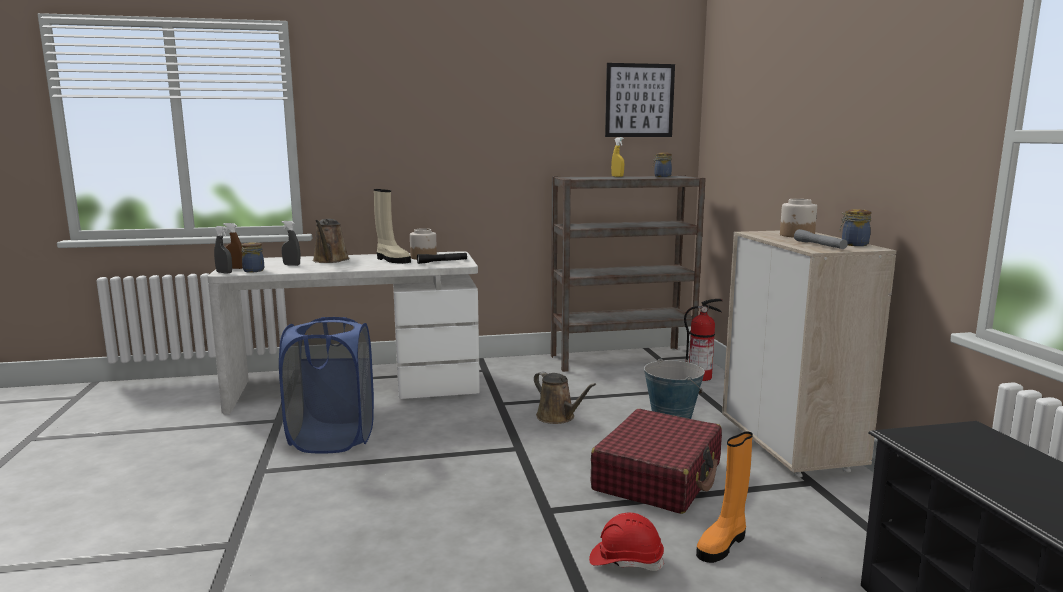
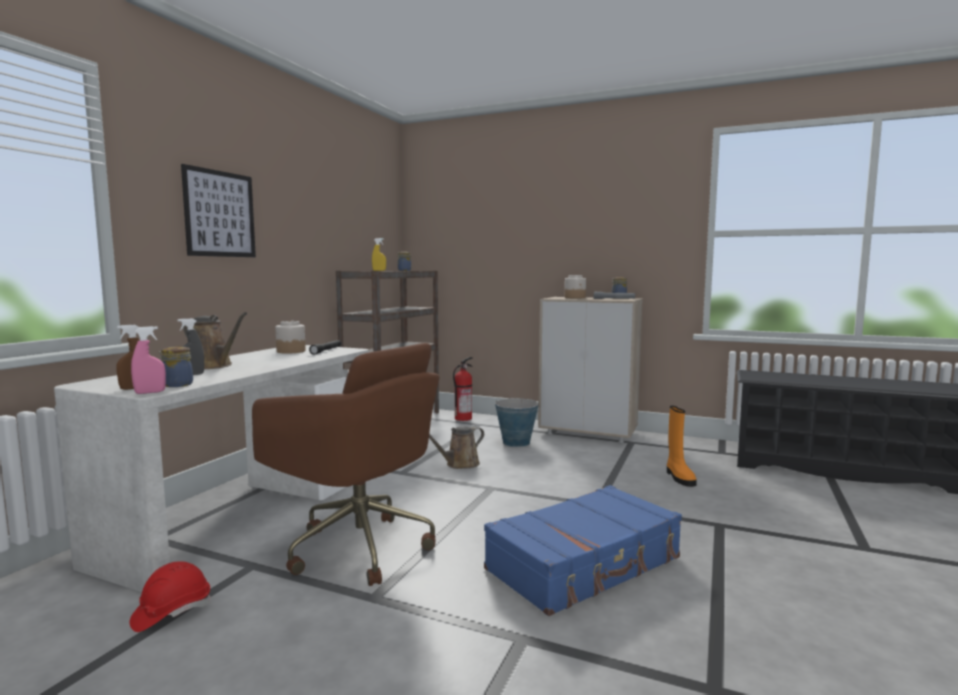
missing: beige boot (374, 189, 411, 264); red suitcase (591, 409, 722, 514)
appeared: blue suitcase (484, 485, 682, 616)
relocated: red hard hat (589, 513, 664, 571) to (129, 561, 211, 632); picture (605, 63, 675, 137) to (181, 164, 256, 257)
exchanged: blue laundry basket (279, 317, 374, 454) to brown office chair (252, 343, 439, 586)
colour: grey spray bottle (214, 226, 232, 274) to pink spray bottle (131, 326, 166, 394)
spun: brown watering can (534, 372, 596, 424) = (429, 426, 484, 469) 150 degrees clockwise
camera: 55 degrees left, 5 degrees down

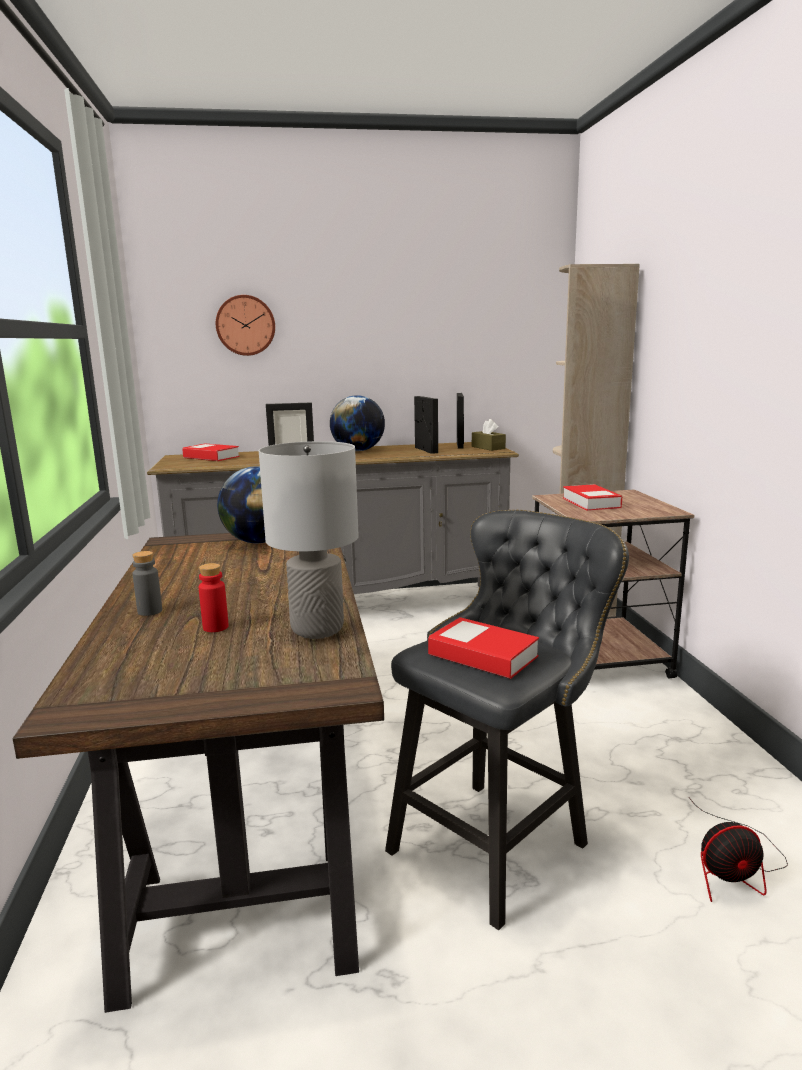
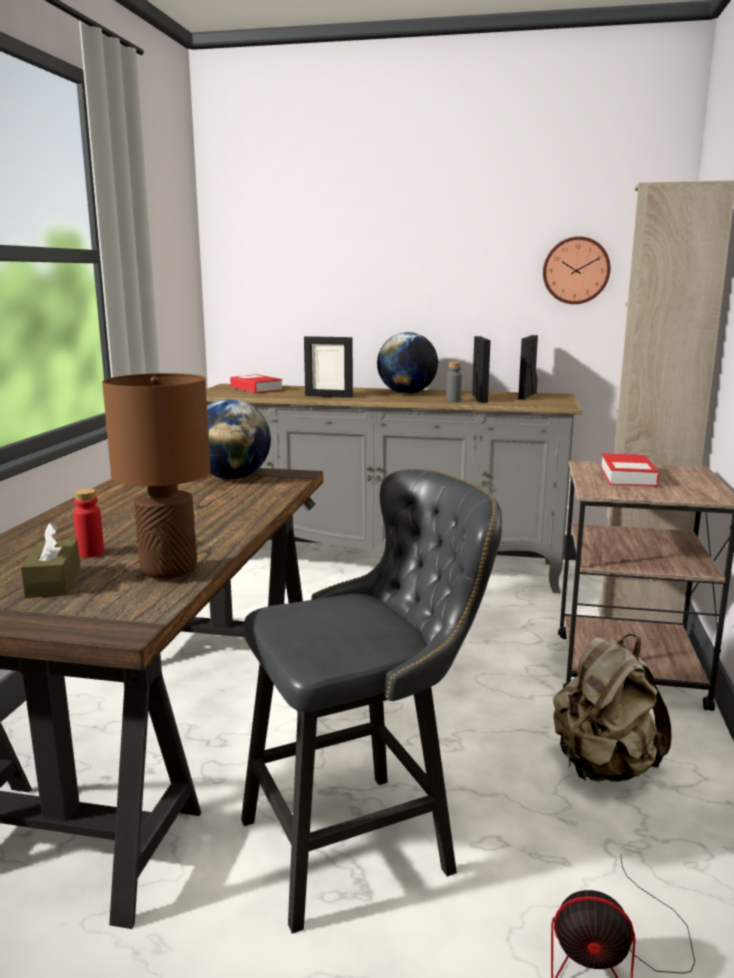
missing: book (428, 617, 539, 679)
appeared: beige backpack (553, 634, 672, 782)
relocated: grey bottle (132, 551, 162, 616) to (446, 362, 462, 402); wall clock (216, 295, 275, 356) to (543, 236, 611, 304); brown tissue box (472, 419, 506, 451) to (20, 523, 80, 598)
colour: grey table lamp (259, 441, 359, 639) to brown table lamp (102, 373, 211, 579)
camera: 20 degrees right, 0 degrees up

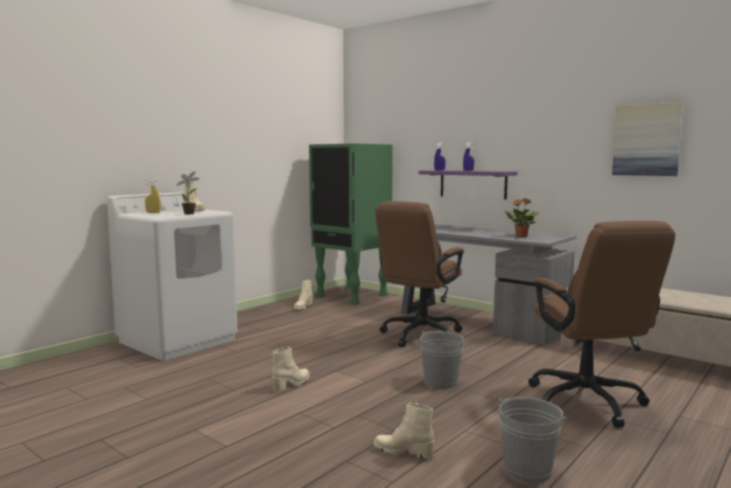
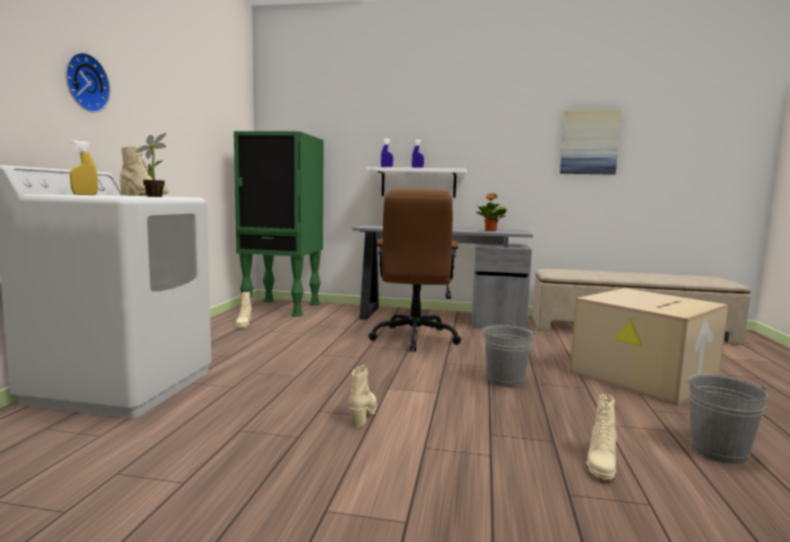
appeared: wall clock (65, 52, 110, 113)
exchanged: brown office chair (528, 221, 675, 428) to cardboard box (570, 288, 729, 406)
colour: purple shelf (418, 170, 517, 200) to white shelf (366, 167, 467, 198)
spun: beige boot (374, 402, 434, 459) = (586, 394, 617, 480) 60 degrees counterclockwise
camera: 30 degrees left, 0 degrees up

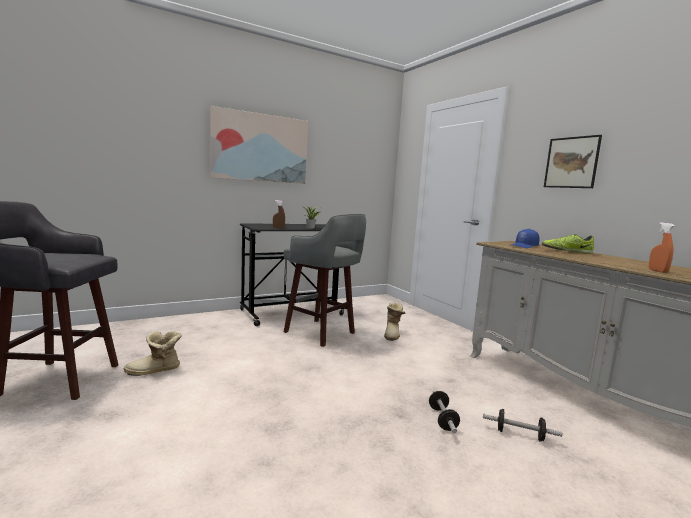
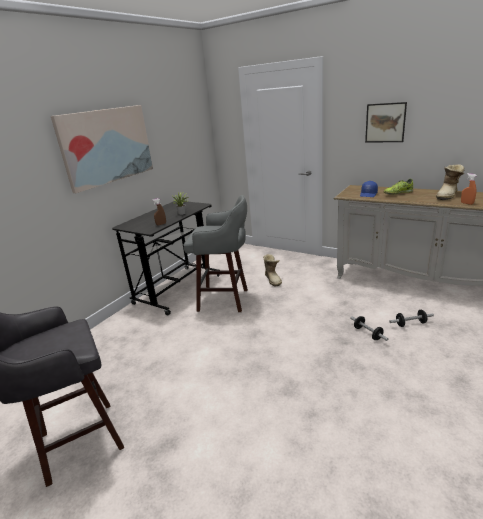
relocated: boot (124, 331, 182, 376) to (436, 164, 464, 200)
camera: 25 degrees left, 15 degrees up

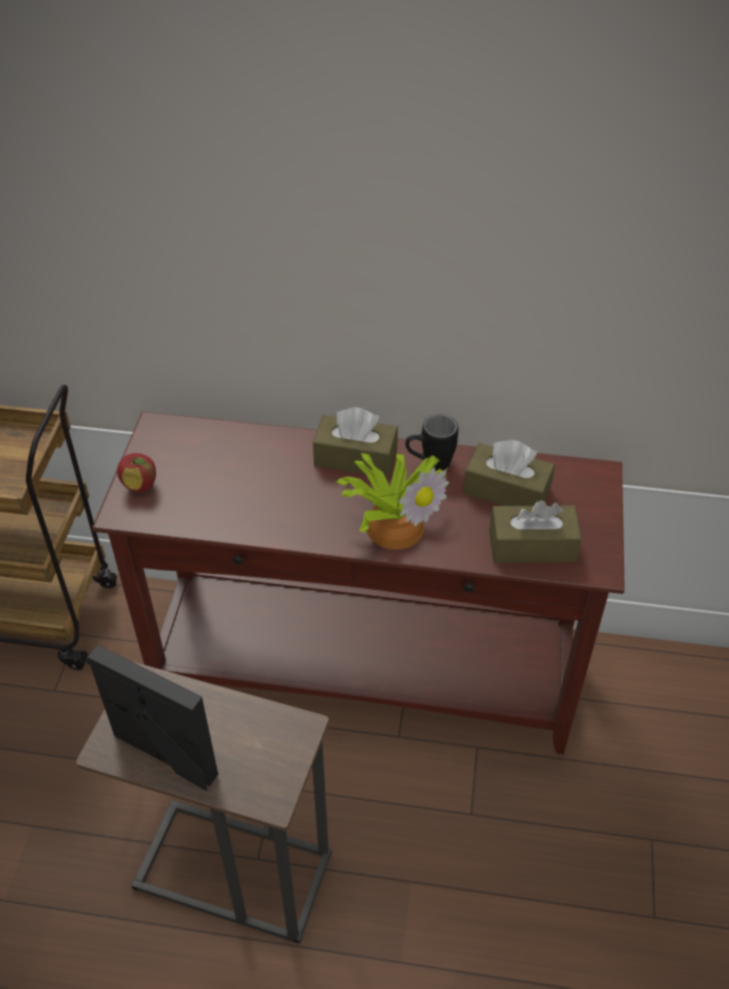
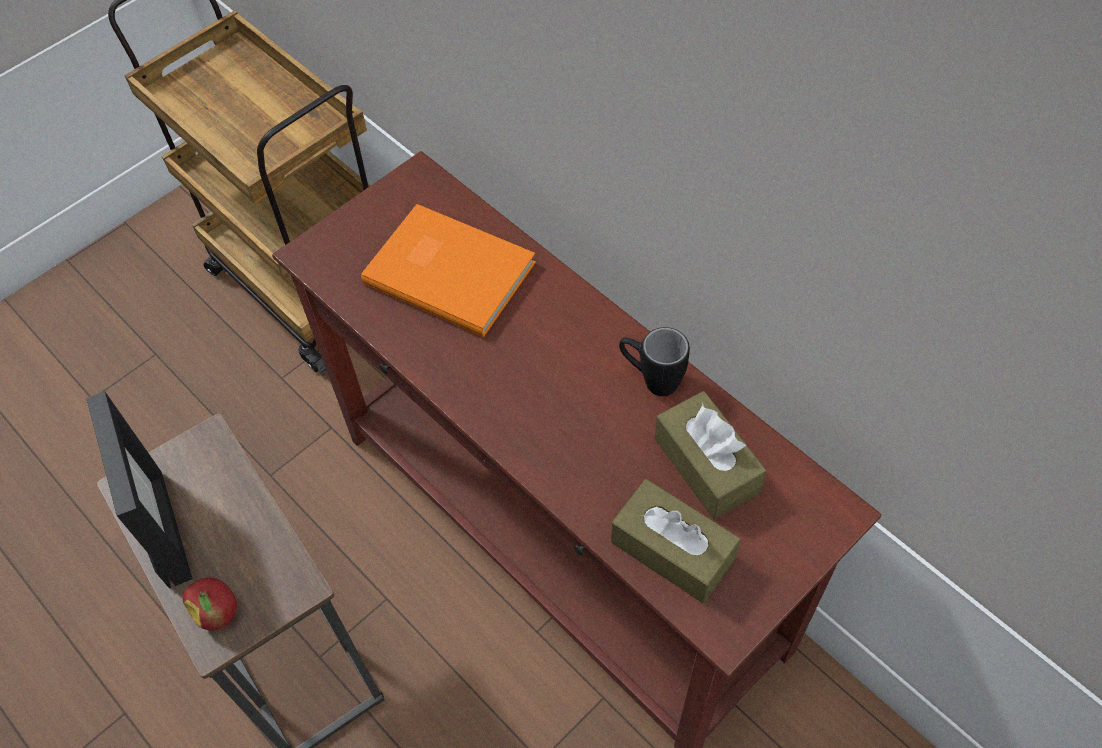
missing: brown tissue box (313, 407, 398, 478); potted plant (335, 453, 449, 550)
appeared: orange book (361, 204, 536, 337)
relocated: apple (117, 453, 156, 493) to (182, 578, 237, 631)
camera: 40 degrees right, 10 degrees up

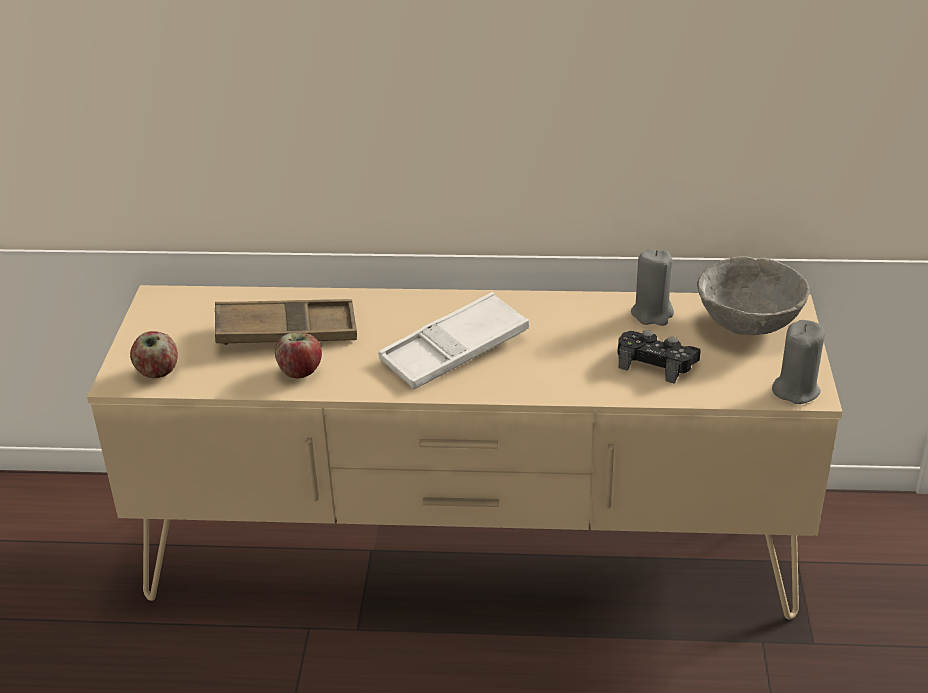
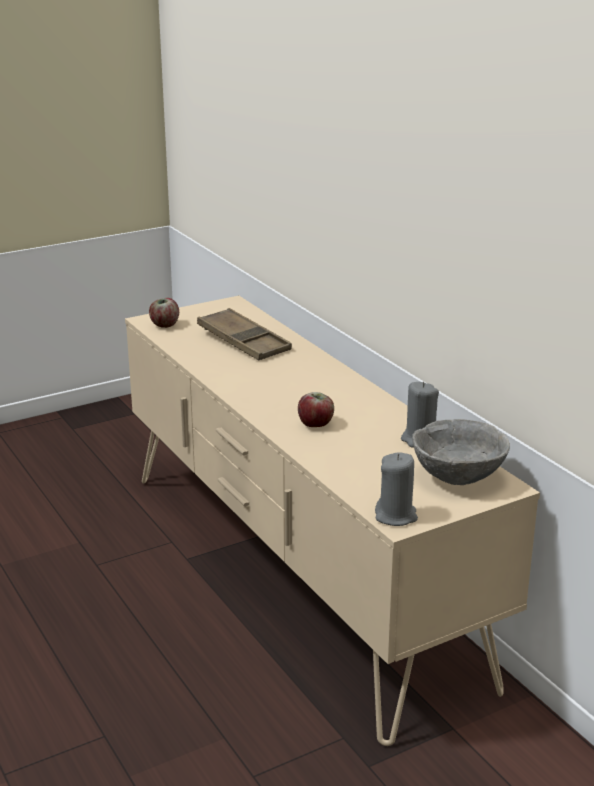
missing: white tray (379, 292, 529, 389); black game controller (618, 330, 701, 384)
relocated: apple (275, 333, 322, 378) to (298, 392, 334, 427)
camera: 55 degrees right, 10 degrees down

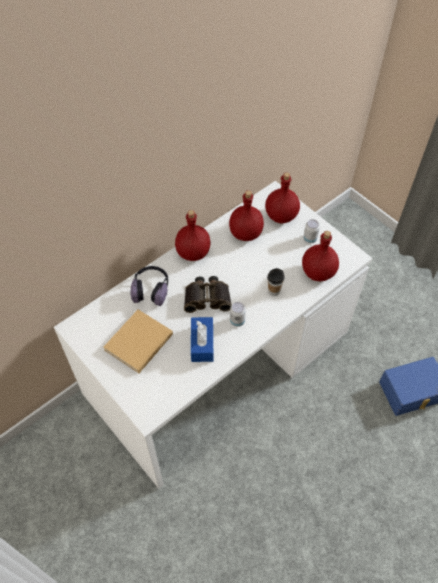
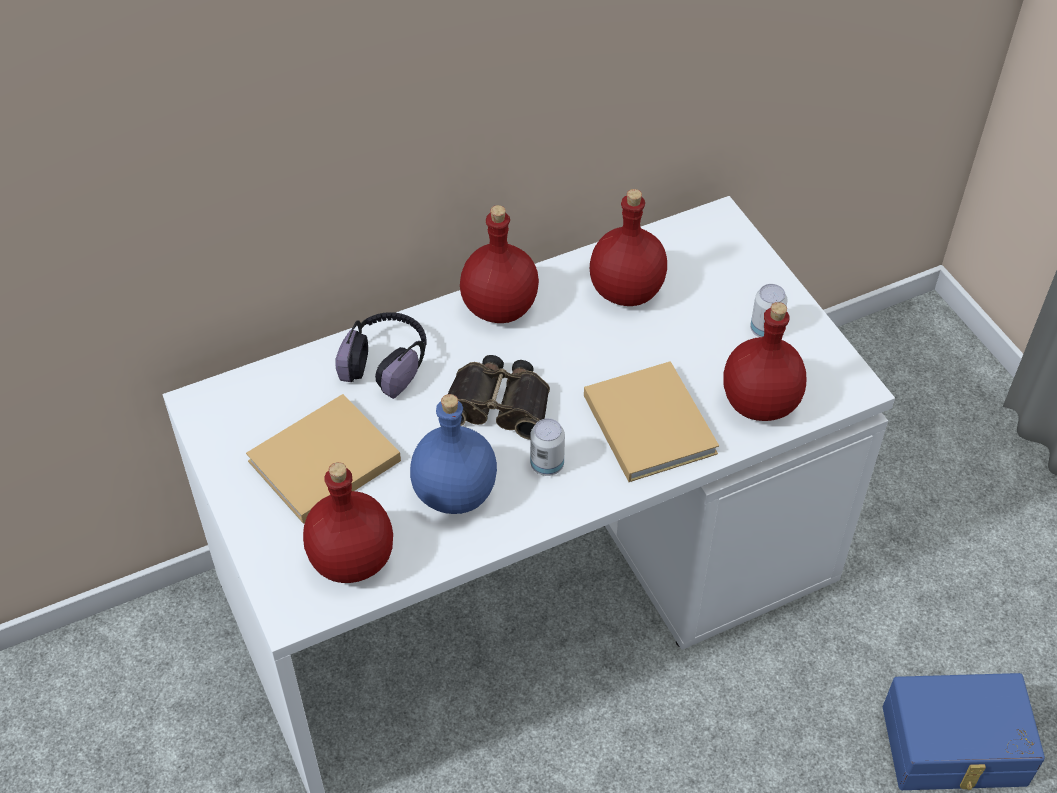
relocated: red bottle (265, 172, 300, 223) to (303, 462, 393, 583)
exchanged: blue tissue box (191, 317, 214, 362) to blue bottle (410, 394, 497, 514); cup (267, 268, 284, 296) to beige book (584, 361, 719, 482)
camera: 15 degrees right, 5 degrees down

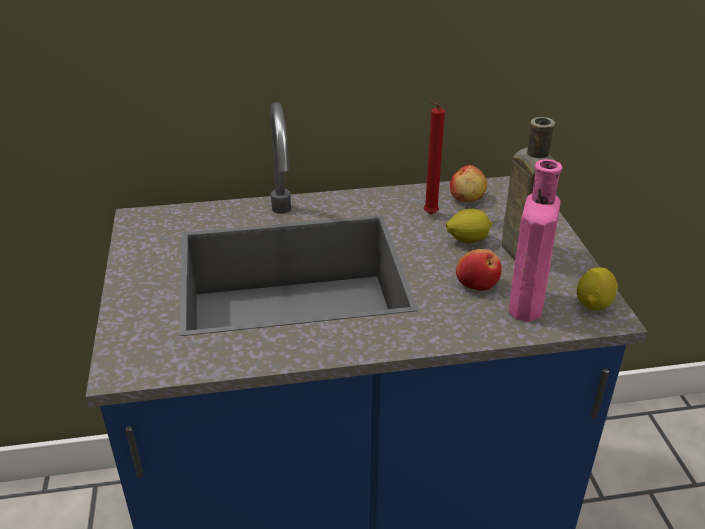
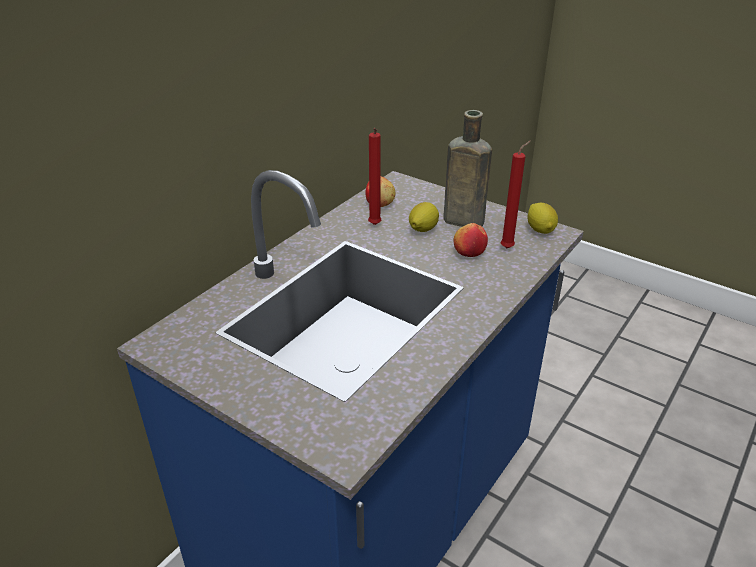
exchanged: pink bottle (509, 159, 562, 322) to red candle (501, 141, 531, 248)
camera: 45 degrees left, 0 degrees up

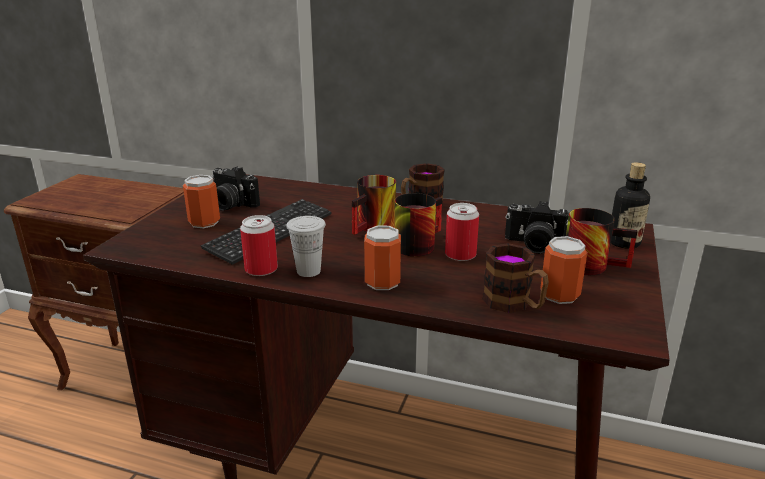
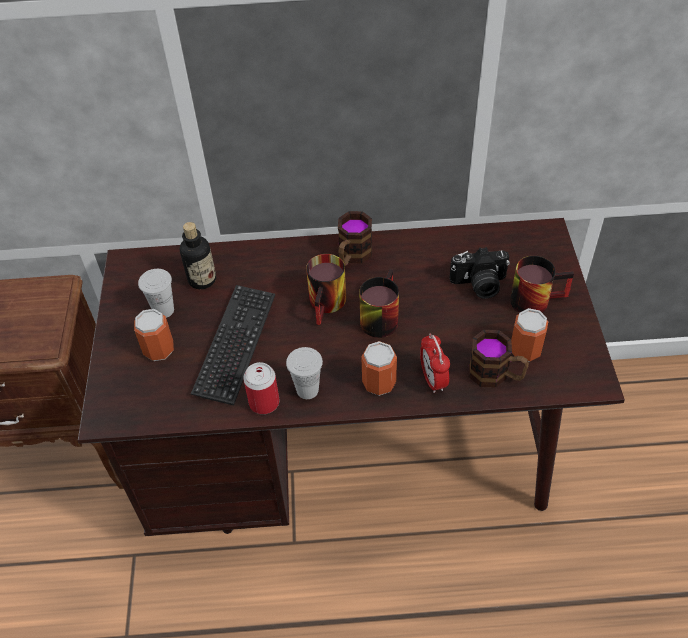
missing: can (445, 203, 479, 261)
appeared: alarm clock (420, 334, 450, 393)
relocated: bottle (611, 162, 650, 249) to (180, 222, 216, 289)
exchanged: photo camera (211, 167, 260, 211) to white cup (138, 269, 174, 318)
camera: 20 degrees left, 25 degrees up

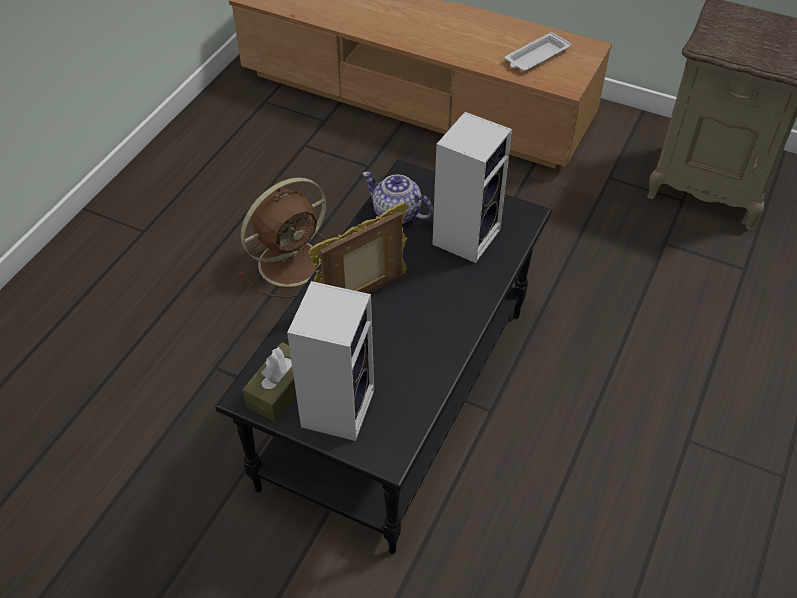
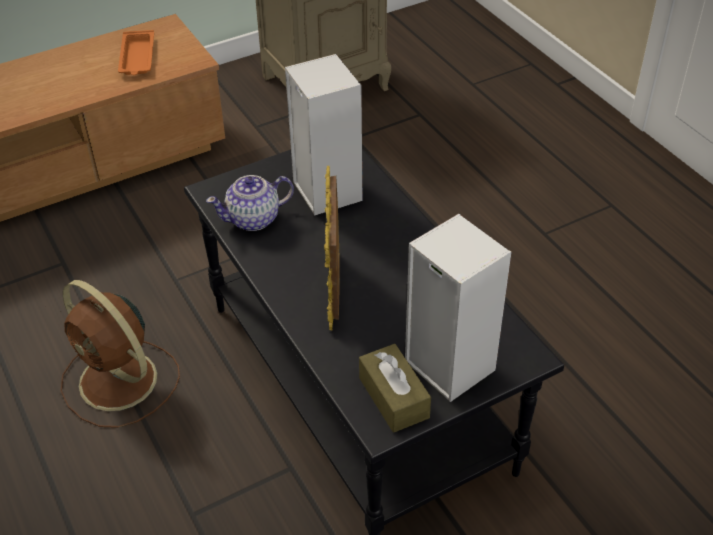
colour: white tray (505, 32, 571, 72) to orange tray (118, 30, 154, 75)
spun: brown fan (239, 177, 327, 298) = (61, 280, 180, 428) 135 degrees clockwise
camera: 55 degrees left, 5 degrees down

